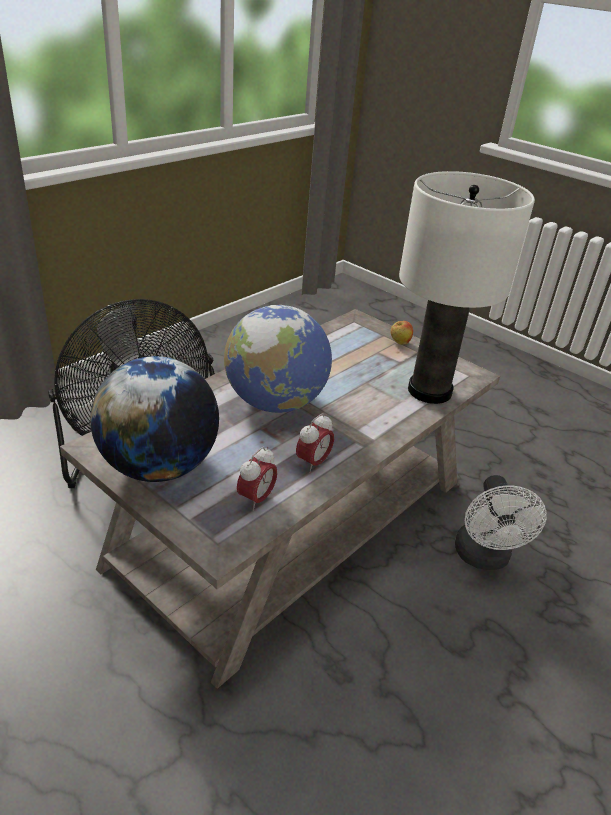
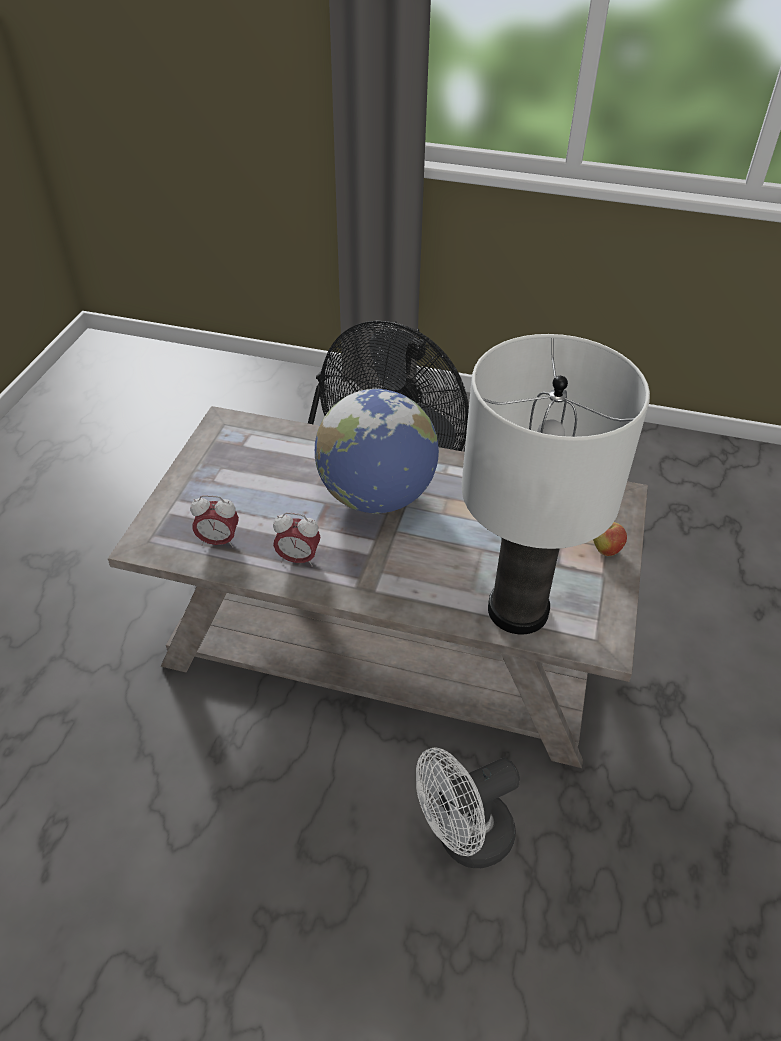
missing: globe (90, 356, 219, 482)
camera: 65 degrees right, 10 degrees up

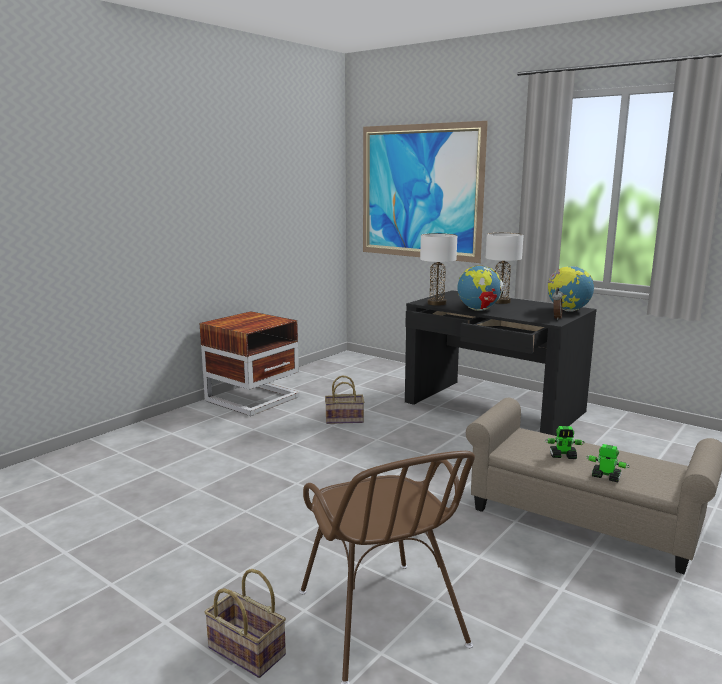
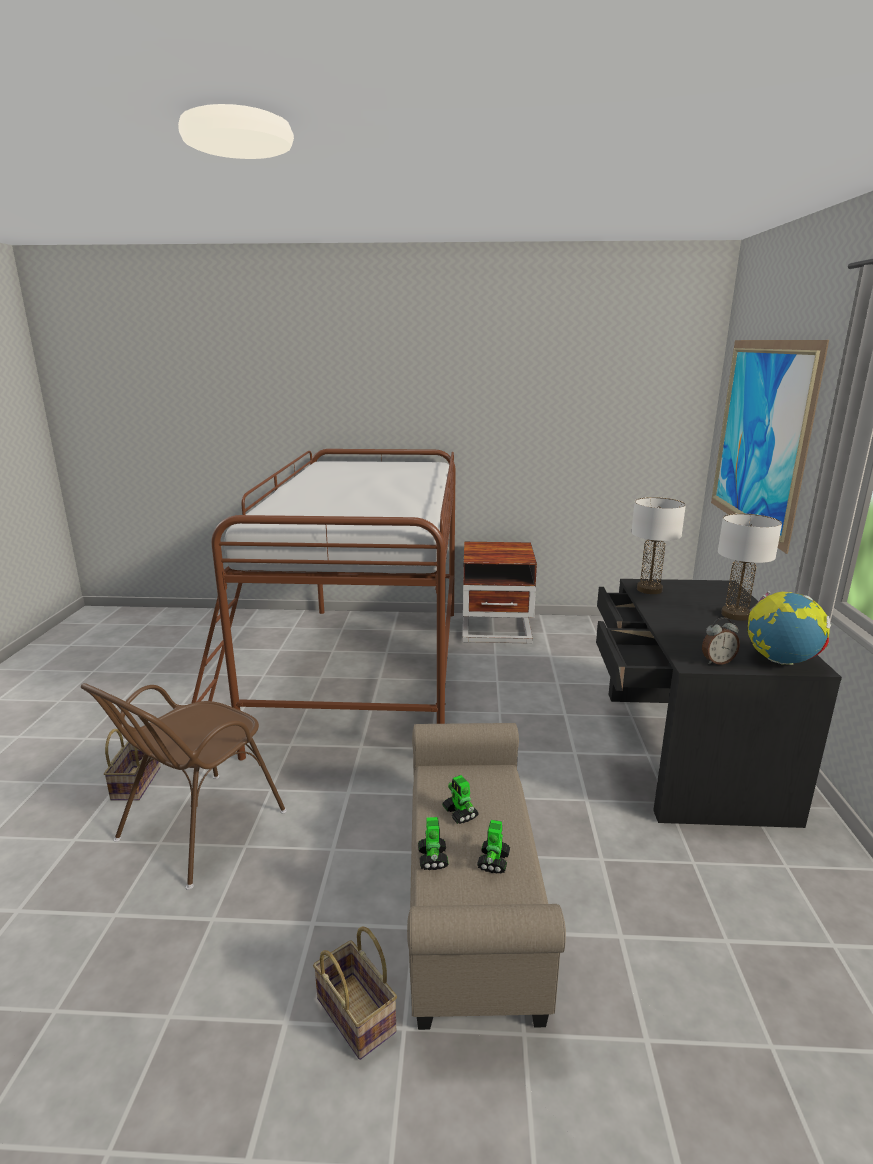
missing: globe (457, 266, 504, 311)
appeared: brown bed (192, 449, 456, 760); toy robot (477, 820, 510, 873)
relocated: basket (325, 376, 364, 424) to (313, 927, 397, 1060)
camera: 55 degrees right, 5 degrees up

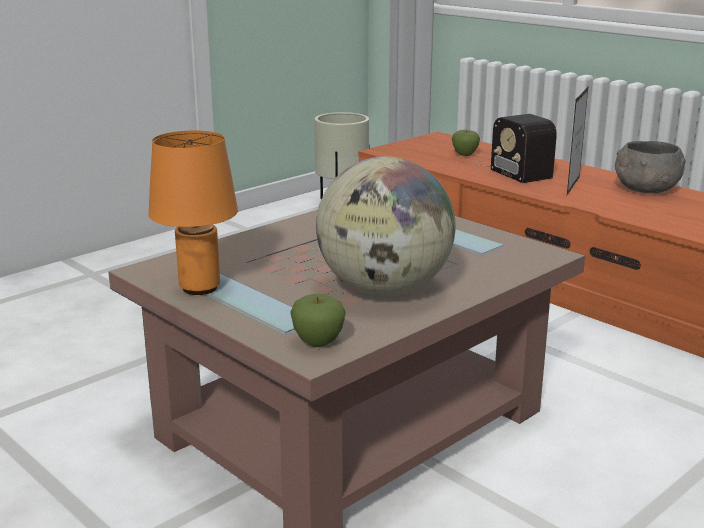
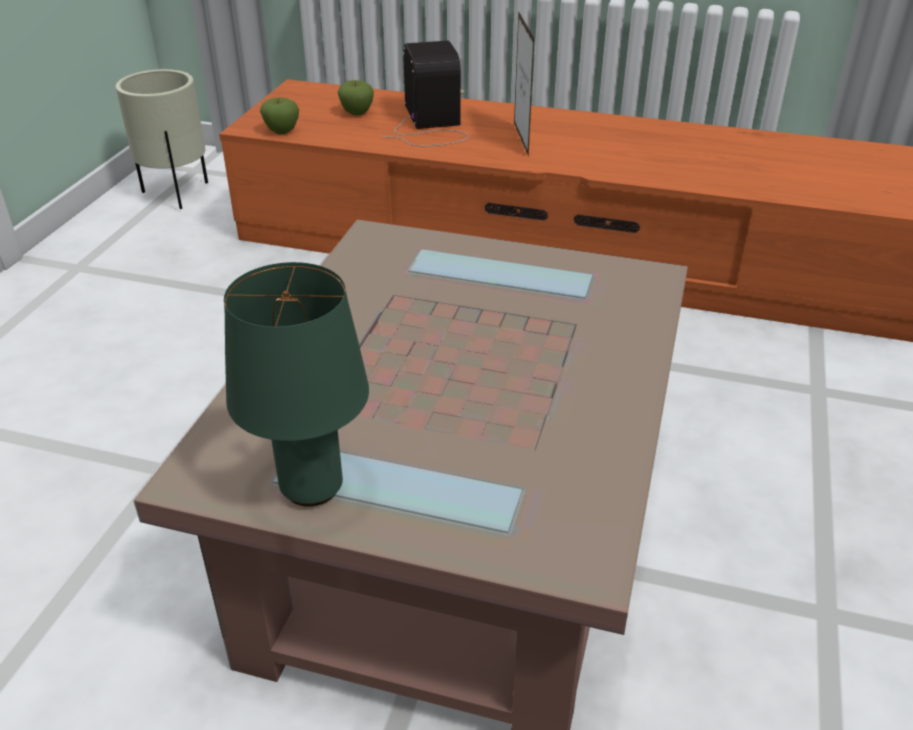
missing: globe (316, 156, 456, 296); grey bowl (615, 141, 686, 193)
relocated: apple (290, 294, 346, 347) to (260, 98, 299, 135)
colour: orange table lamp (148, 131, 238, 295) to green table lamp (224, 262, 369, 507)
spun: radio (475, 114, 557, 183) = (382, 41, 469, 147) 135 degrees counterclockwise
camera: 30 degrees left, 15 degrees up

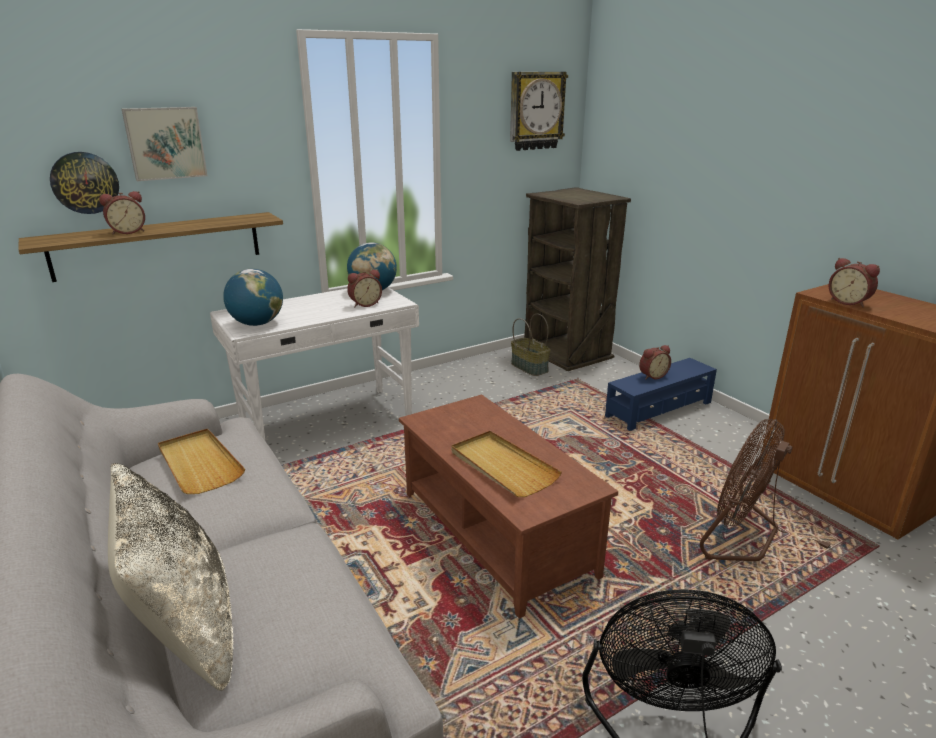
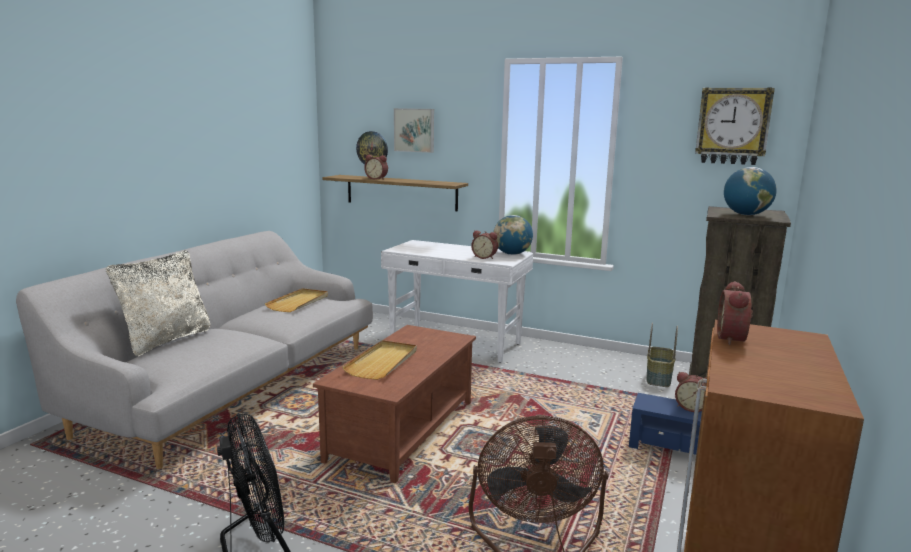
relocated: globe (223, 269, 283, 326) to (724, 167, 777, 215)
camera: 55 degrees right, 10 degrees down

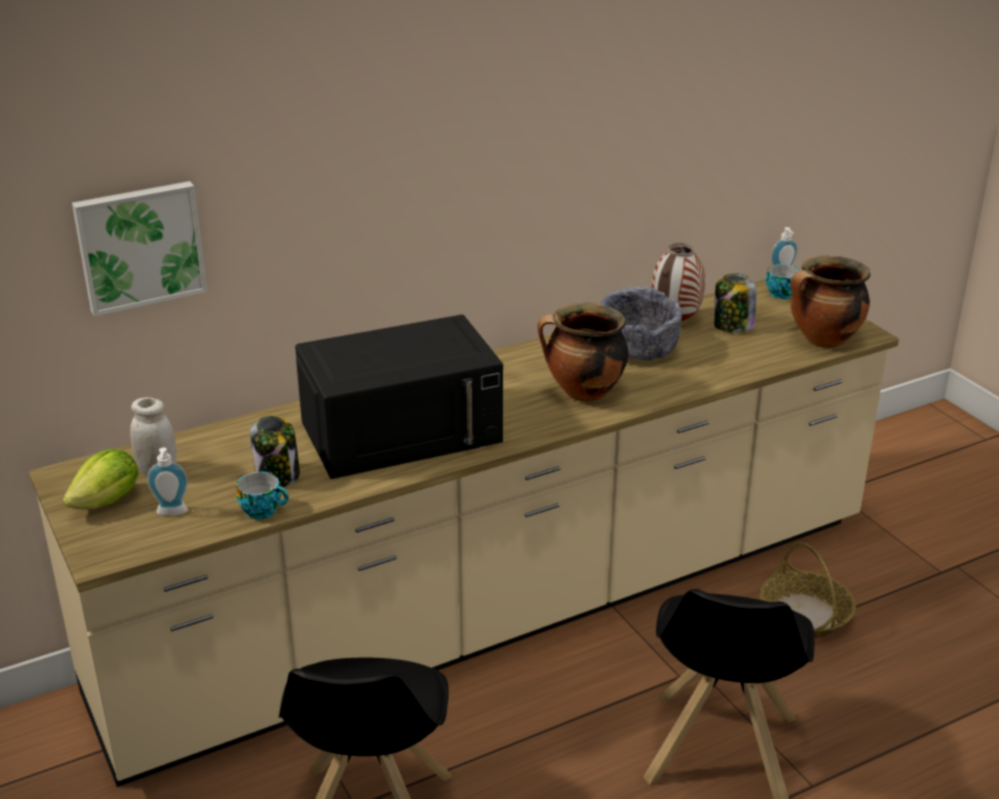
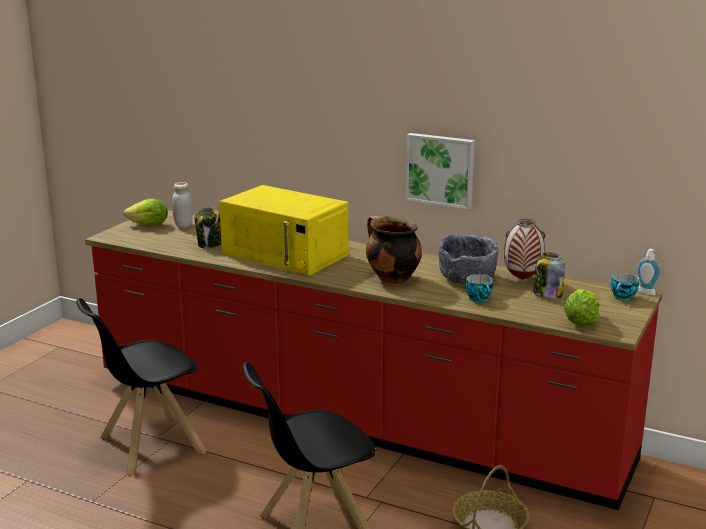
missing: soap dispenser (147, 448, 188, 516)
relocated: picture (72, 181, 207, 316) to (405, 133, 475, 209); cup (236, 471, 289, 520) to (465, 274, 493, 302)
exchanged: cooking pot (790, 256, 870, 348) to lettuce (564, 290, 599, 326)
colour: beige counter (29, 279, 899, 787) to red counter (85, 210, 662, 510); black microwave (295, 314, 503, 479) to yellow microwave (219, 185, 349, 276)
camera: 55 degrees right, 10 degrees down

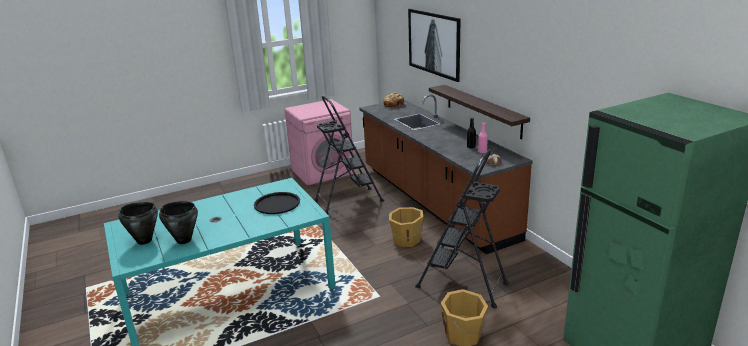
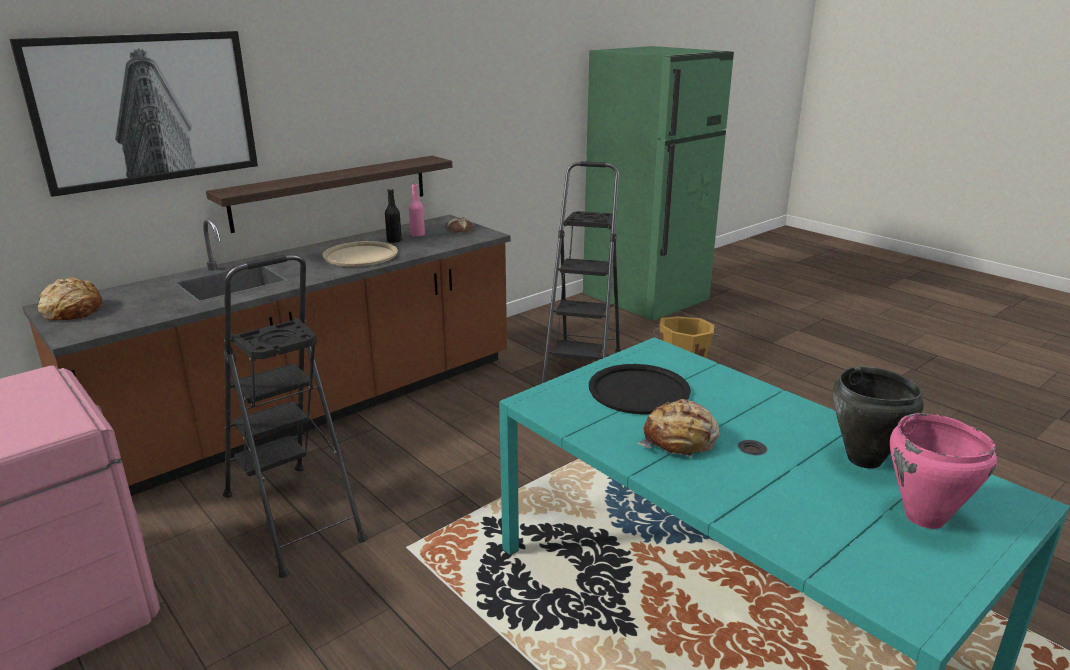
missing: orange bucket (387, 207, 423, 247)
appeared: beige tray (323, 241, 398, 267); bread (638, 399, 720, 458)
colour: black cooking pot (118, 202, 158, 245) to pink cooking pot (890, 413, 997, 529)
camera: 105 degrees left, 0 degrees up

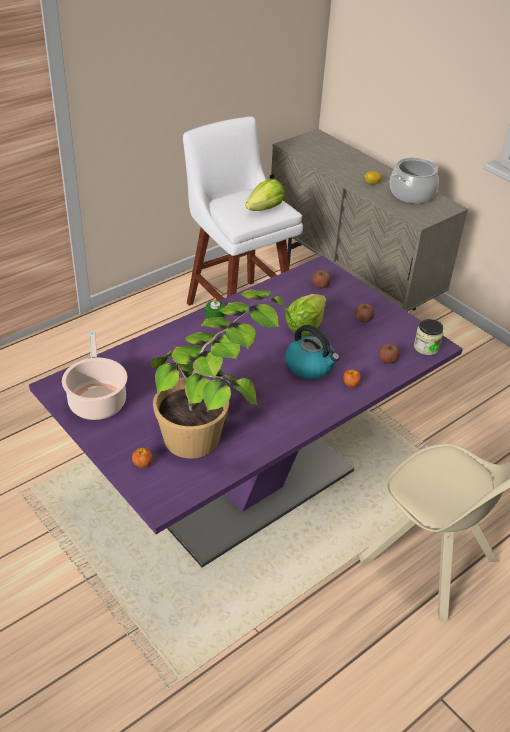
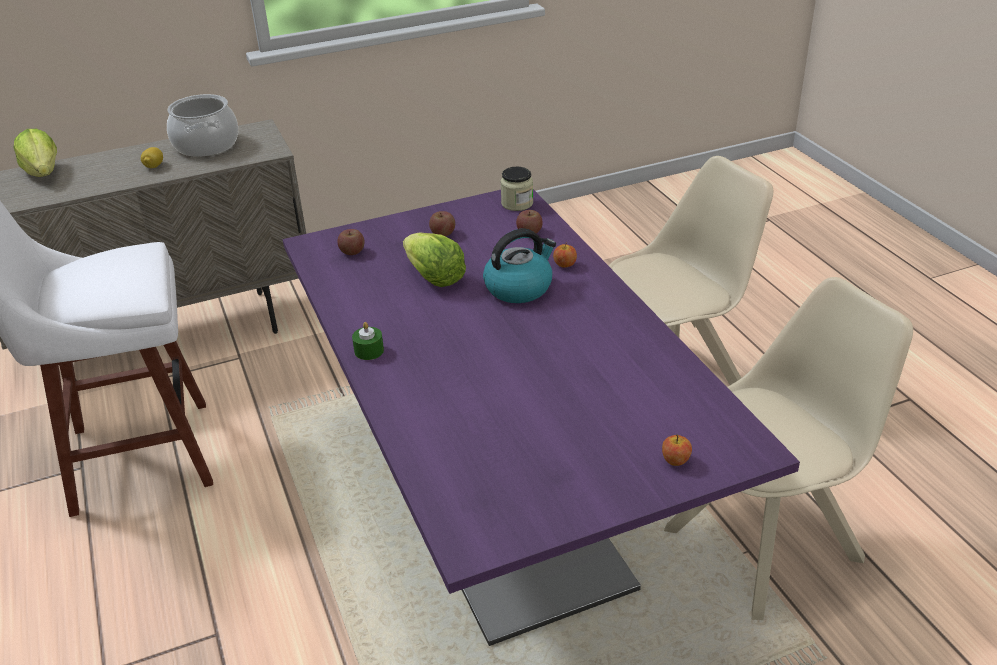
missing: cooking pot (62, 331, 127, 420); potted plant (150, 289, 291, 459)
appeared: beige chair (664, 277, 913, 620)
relocated: lettuce (246, 179, 285, 211) to (14, 129, 57, 177)
camera: 70 degrees left, 5 degrees down

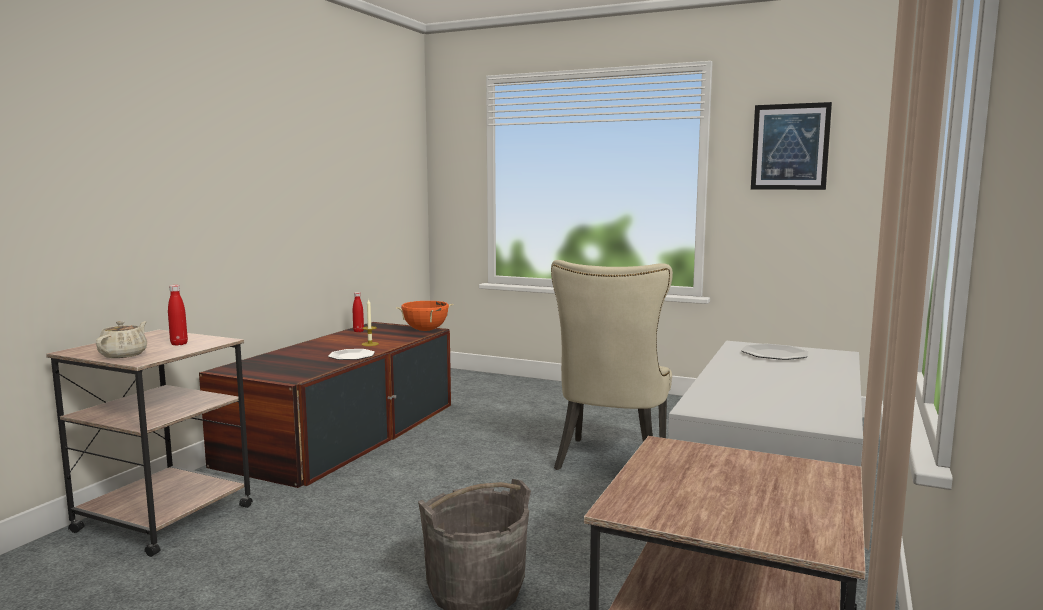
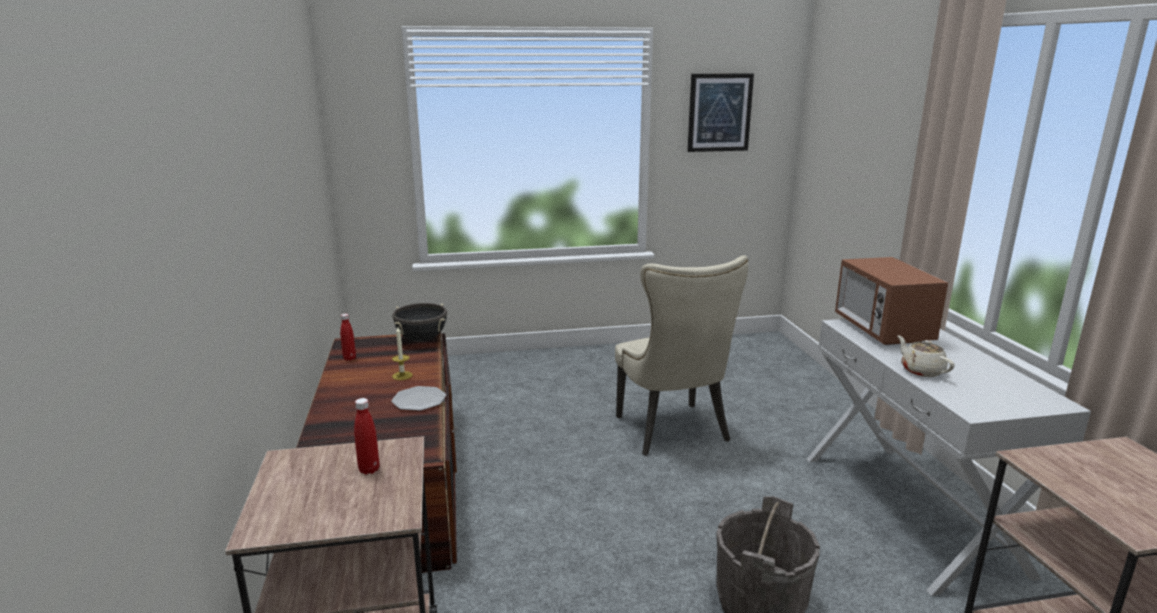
relocated: beige teapot (96, 321, 147, 358) to (897, 335, 955, 377)
exchanged: plate (741, 344, 809, 360) to microwave (835, 257, 948, 345)
colour: orange cooking pot (396, 301, 453, 331) to black cooking pot (392, 303, 447, 342)
camera: 35 degrees left, 10 degrees up

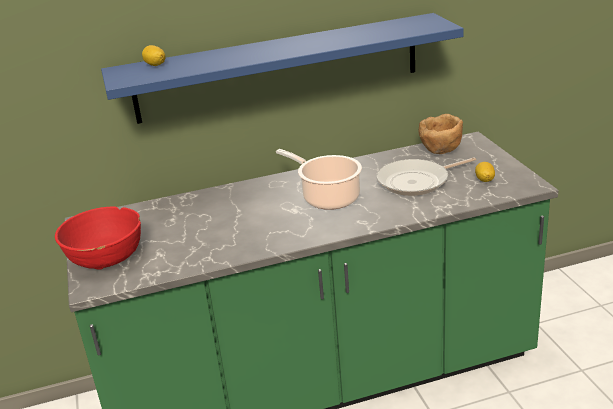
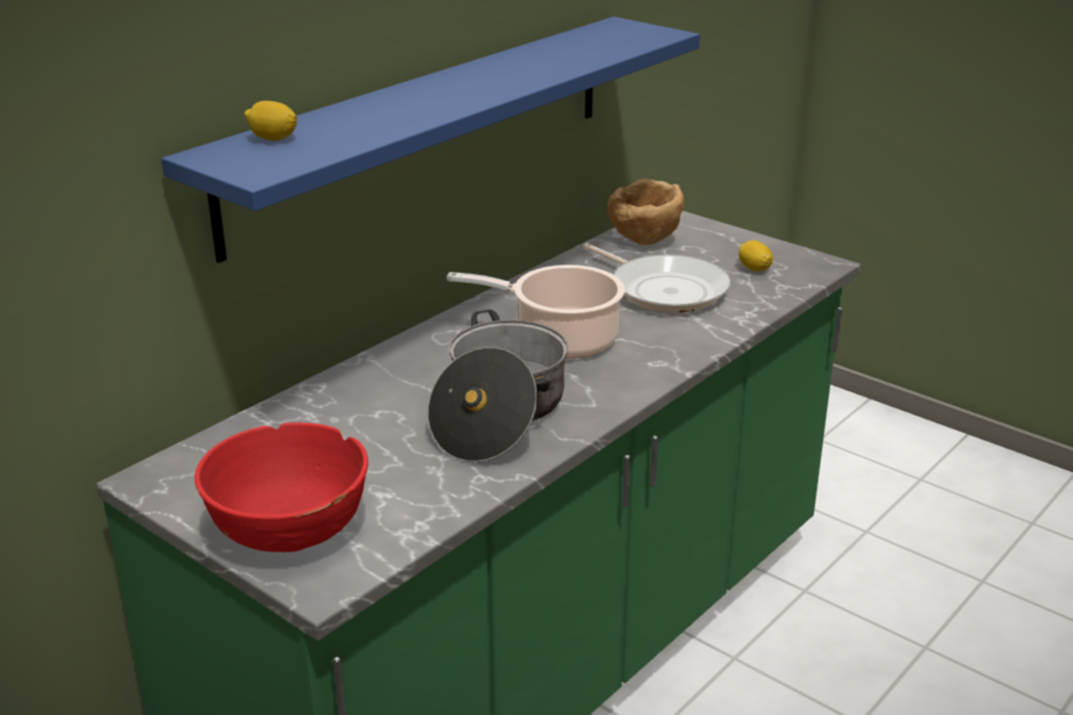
appeared: cooking pot (427, 309, 568, 462)
spun: frying pan (376, 157, 476, 196) = (584, 243, 730, 313) 75 degrees counterclockwise
camera: 35 degrees left, 0 degrees up

